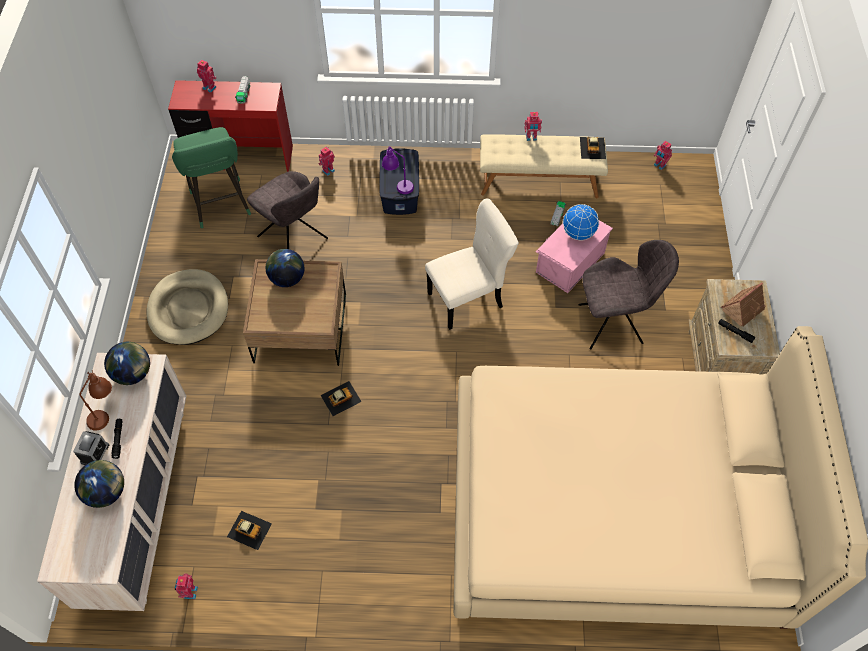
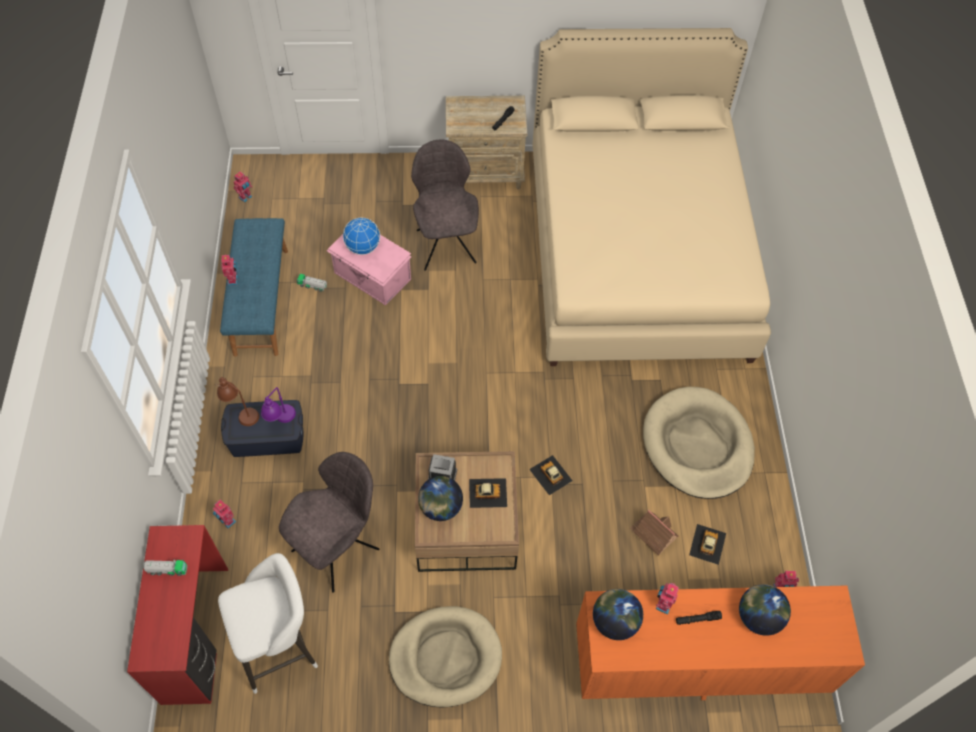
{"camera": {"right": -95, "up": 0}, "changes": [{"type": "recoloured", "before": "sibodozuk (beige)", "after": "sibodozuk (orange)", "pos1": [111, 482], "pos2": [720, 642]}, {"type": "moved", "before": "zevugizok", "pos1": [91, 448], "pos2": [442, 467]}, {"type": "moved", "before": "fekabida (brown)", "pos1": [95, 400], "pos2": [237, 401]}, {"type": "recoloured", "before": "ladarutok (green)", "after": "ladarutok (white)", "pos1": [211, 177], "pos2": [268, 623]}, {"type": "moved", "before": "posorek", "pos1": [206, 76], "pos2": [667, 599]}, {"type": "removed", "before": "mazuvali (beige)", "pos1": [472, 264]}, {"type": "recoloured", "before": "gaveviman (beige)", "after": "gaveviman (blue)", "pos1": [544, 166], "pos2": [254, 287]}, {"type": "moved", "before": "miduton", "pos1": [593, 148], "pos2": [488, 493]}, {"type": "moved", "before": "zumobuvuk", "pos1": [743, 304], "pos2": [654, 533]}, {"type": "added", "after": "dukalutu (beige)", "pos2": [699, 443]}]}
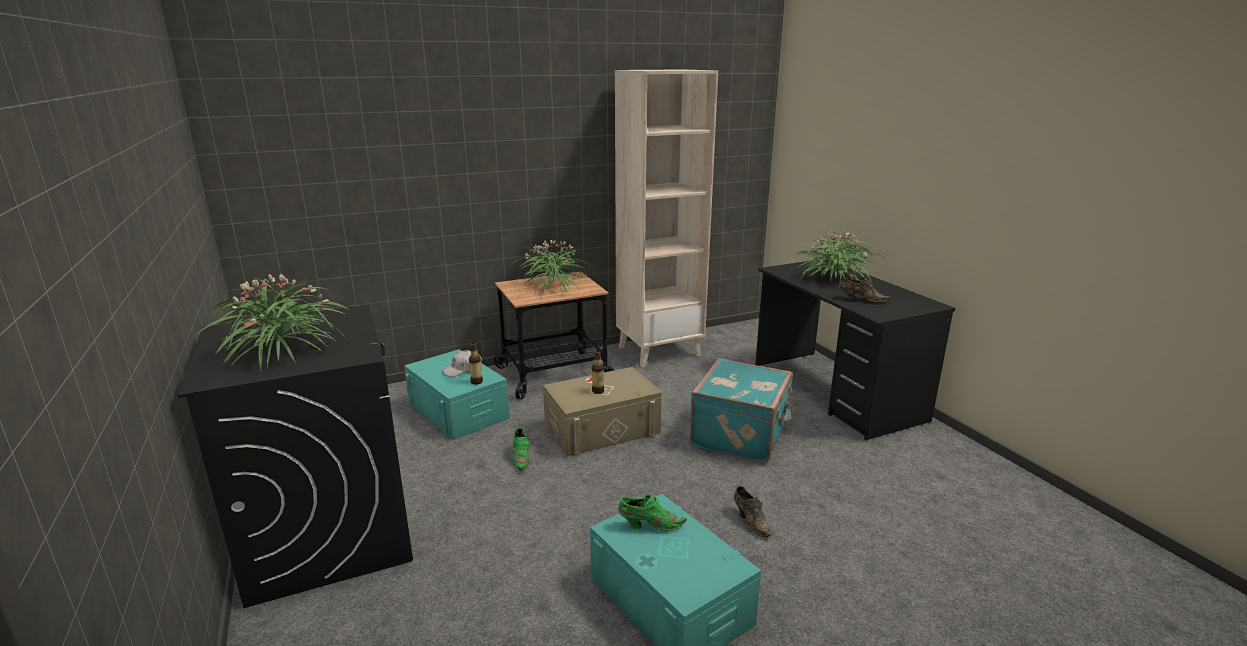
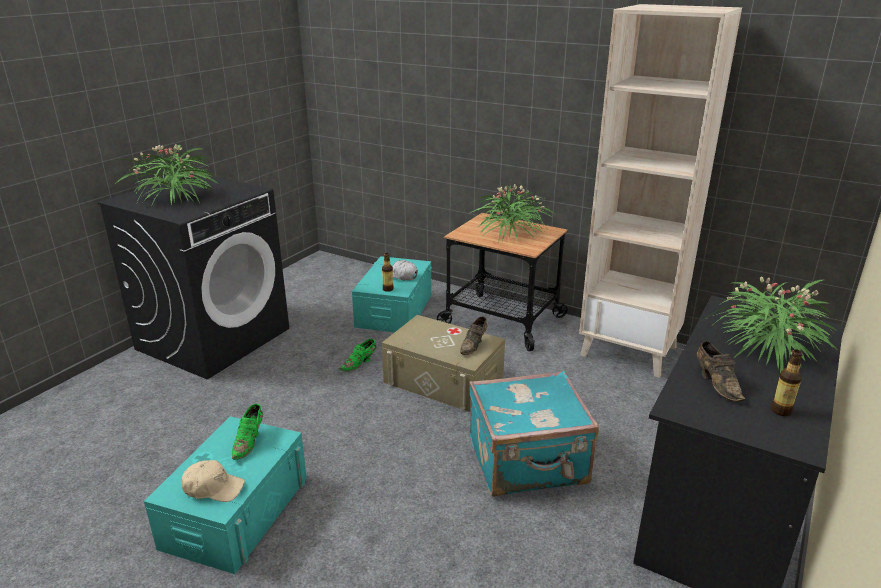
{"camera": {"right": 55, "up": 5}, "changes": [{"type": "moved", "before": "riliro", "pos1": [598, 372], "pos2": [787, 383]}, {"type": "turned", "before": "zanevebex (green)", "pos1": [652, 513], "pos2": [247, 432], "turn": 45}, {"type": "moved", "before": "zanevebex (brown)", "pos1": [752, 511], "pos2": [473, 336]}, {"type": "added", "after": "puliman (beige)", "pos2": [213, 481]}]}
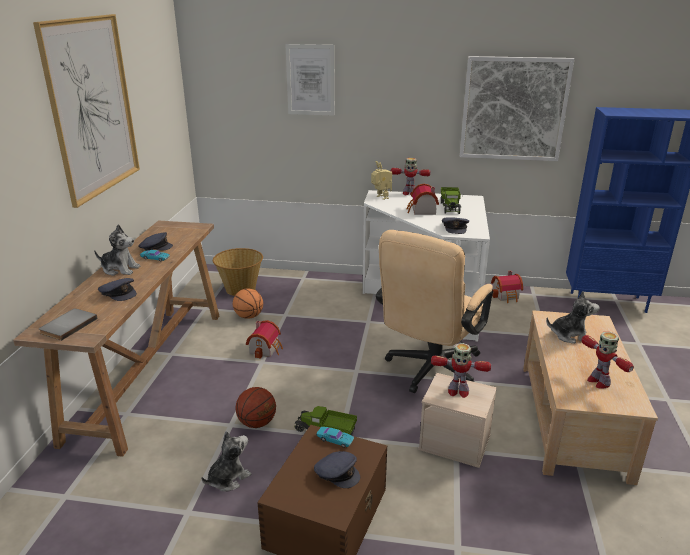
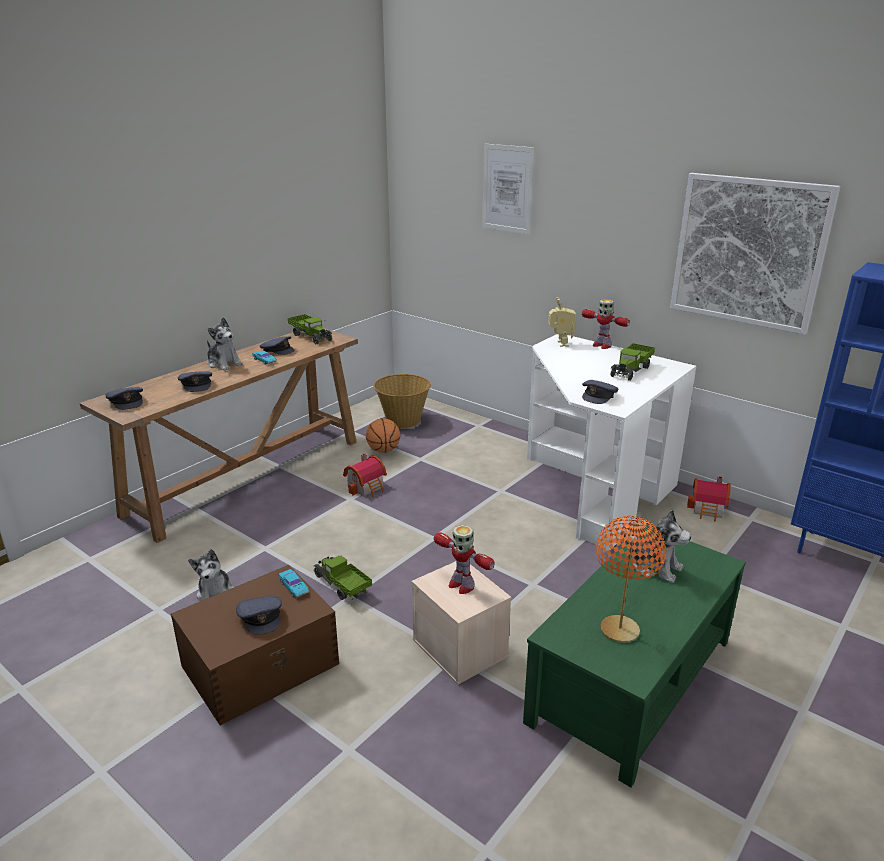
{"camera": {"right": 30, "up": 0}, "changes": [{"type": "removed", "before": "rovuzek", "pos1": [86, 111]}, {"type": "replaced", "before": "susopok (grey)", "after": "puliman (grey)", "pos1": [68, 324], "pos2": [124, 398]}, {"type": "turned", "before": "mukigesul", "pos1": [226, 461], "pos2": [211, 575], "turn": 90}, {"type": "removed", "before": "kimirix", "pos1": [255, 407]}, {"type": "removed", "before": "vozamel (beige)", "pos1": [434, 311]}, {"type": "removed", "before": "zumobuvuk", "pos1": [423, 199]}, {"type": "recoloured", "before": "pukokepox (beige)", "after": "pukokepox (green)", "pos1": [590, 397], "pos2": [634, 656]}, {"type": "replaced", "before": "posorek", "after": "fekabida (orange)", "pos1": [607, 360], "pos2": [631, 579]}, {"type": "added", "after": "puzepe", "pos2": [310, 329]}]}
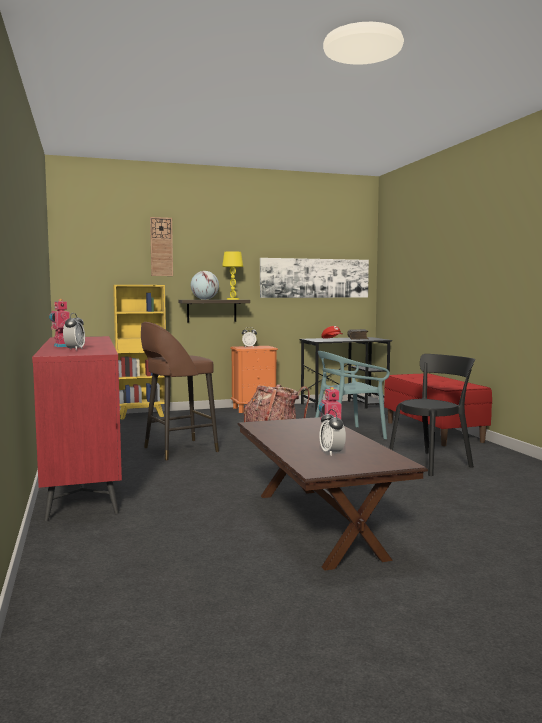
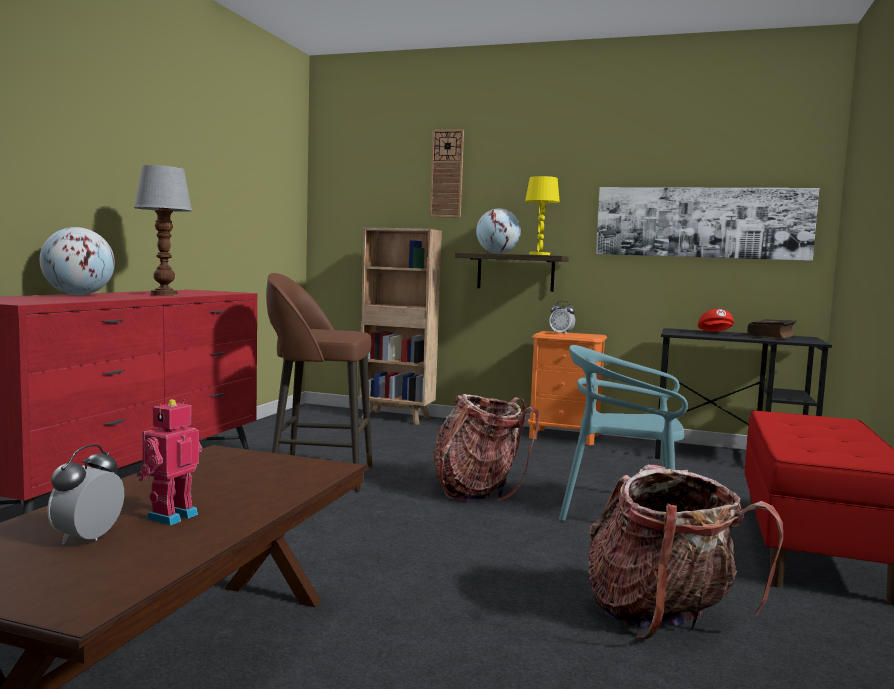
{"camera": {"right": 35, "up": 0}, "changes": [{"type": "replaced", "before": "posorek", "after": "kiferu", "pos1": [59, 323], "pos2": [77, 261]}, {"type": "removed", "before": "zevugizok", "pos1": [74, 331]}, {"type": "recoloured", "before": "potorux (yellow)", "after": "potorux (brown)", "pos1": [139, 352], "pos2": [400, 326]}, {"type": "replaced", "before": "mazuvali (black)", "after": "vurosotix", "pos1": [432, 415], "pos2": [685, 552]}, {"type": "added", "after": "fekabida", "pos2": [163, 230]}]}
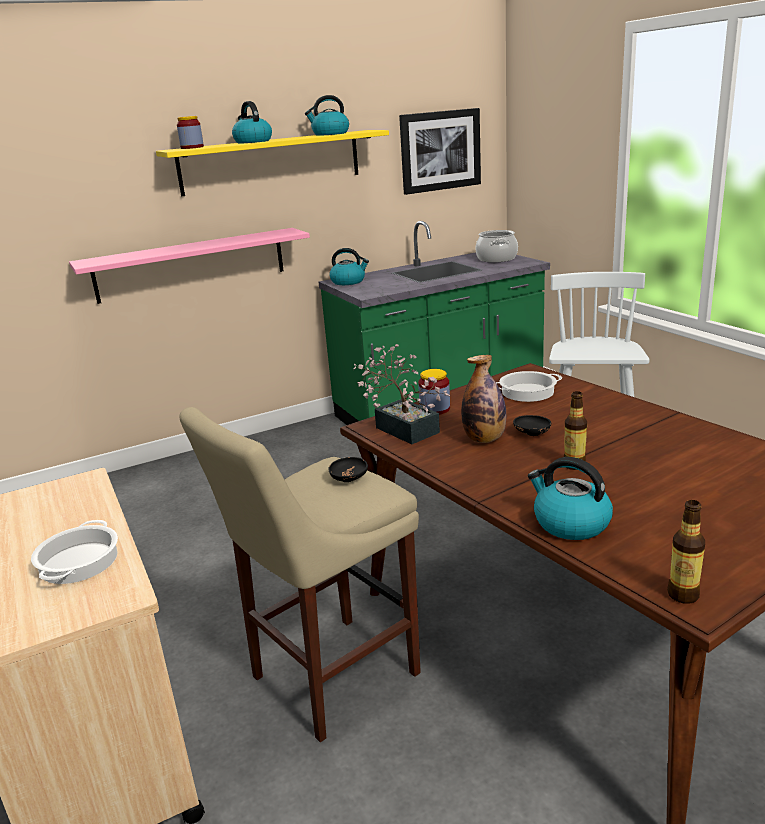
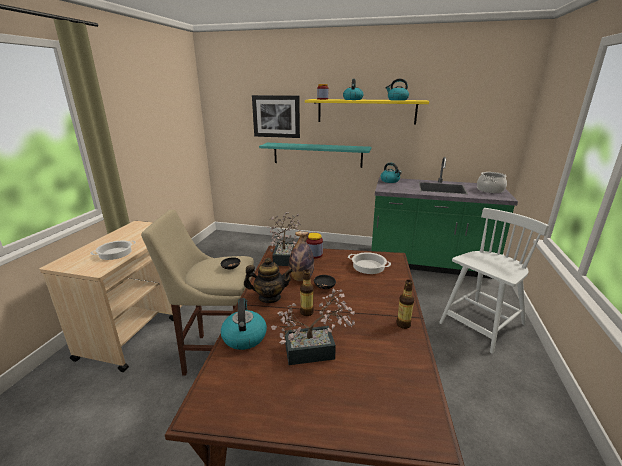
{"camera": {"right": 40, "up": 0}, "changes": [{"type": "recoloured", "before": "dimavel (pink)", "after": "dimavel (turquoise)", "pos1": [189, 266], "pos2": [315, 155]}, {"type": "moved", "before": "rovuzek", "pos1": [440, 151], "pos2": [276, 116]}, {"type": "moved", "before": "riliro", "pos1": [686, 552], "pos2": [405, 304]}, {"type": "added", "after": "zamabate", "pos2": [268, 280]}, {"type": "added", "after": "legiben", "pos2": [313, 327]}]}
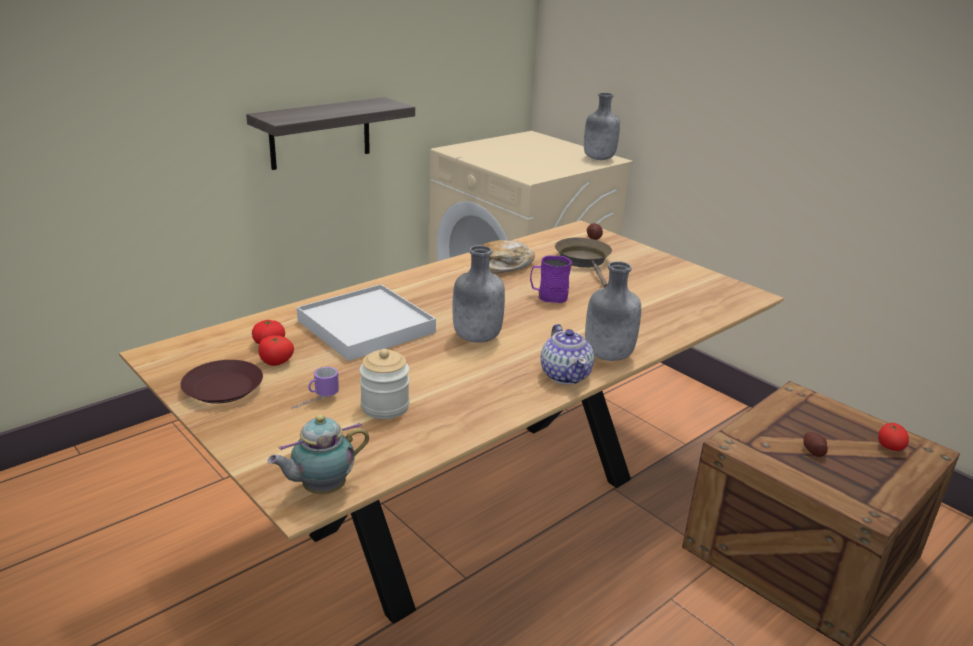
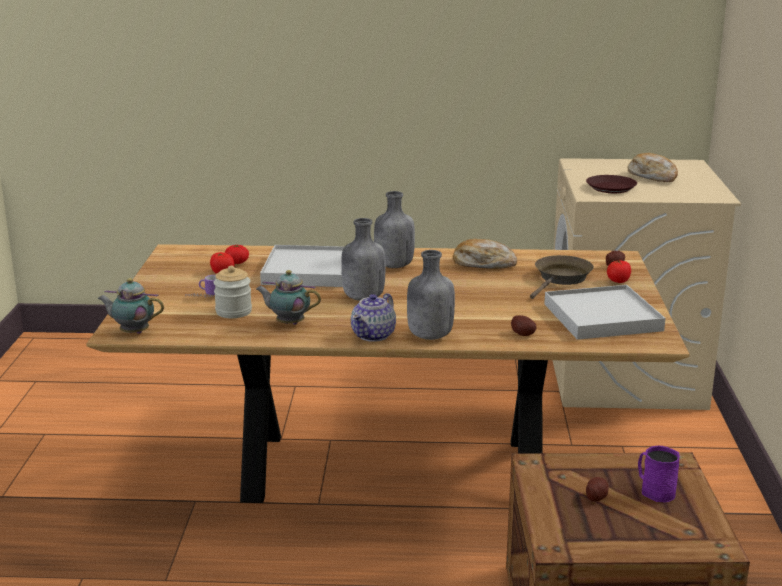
{"camera": {"right": 45, "up": -5}, "changes": [{"type": "moved", "before": "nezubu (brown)", "pos1": [221, 382], "pos2": [611, 184]}, {"type": "removed", "before": "dimavel", "pos1": [330, 133]}, {"type": "moved", "before": "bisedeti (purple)", "pos1": [551, 279], "pos2": [659, 474]}, {"type": "moved", "before": "riliro (grey)", "pos1": [602, 126], "pos2": [394, 229]}, {"type": "moved", "before": "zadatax", "pos1": [893, 437], "pos2": [619, 271]}, {"type": "added", "after": "zamabate", "pos2": [288, 297]}, {"type": "added", "after": "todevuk", "pos2": [523, 325]}, {"type": "added", "after": "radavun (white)", "pos2": [605, 312]}, {"type": "added", "after": "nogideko", "pos2": [653, 167]}]}
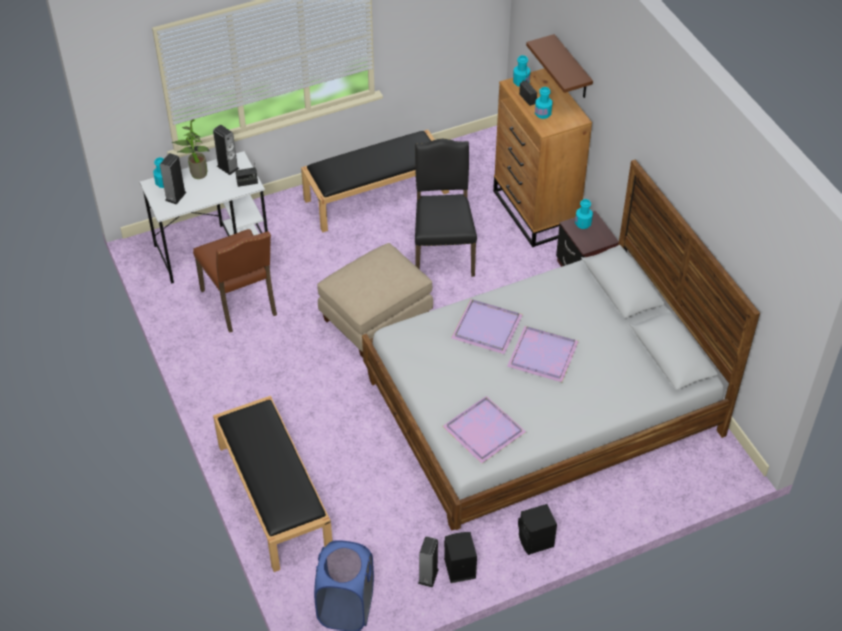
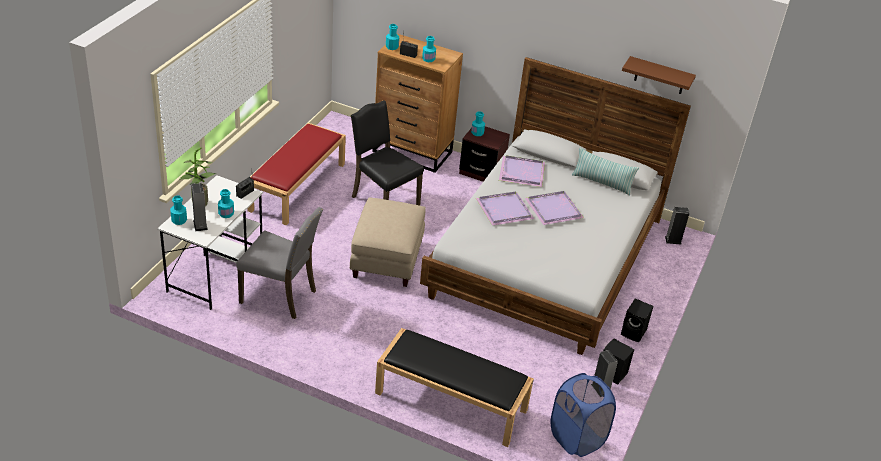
{"camera": {"right": -45, "up": -10}, "changes": [{"type": "recoloured", "before": "mazuvali (brown)", "after": "mazuvali (grey)", "pos1": [235, 281], "pos2": [279, 263]}, {"type": "moved", "before": "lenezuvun", "pos1": [226, 150], "pos2": [677, 226]}, {"type": "recoloured", "before": "gaveviman (black)", "after": "gaveviman (red)", "pos1": [375, 181], "pos2": [296, 174]}, {"type": "moved", "before": "radavun (purple)", "pos1": [484, 430], "pos2": [522, 171]}, {"type": "moved", "before": "dimavel (brown)", "pos1": [559, 66], "pos2": [659, 75]}, {"type": "added", "after": "riliro (turquoise)", "pos2": [226, 203]}, {"type": "added", "after": "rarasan", "pos2": [605, 172]}]}
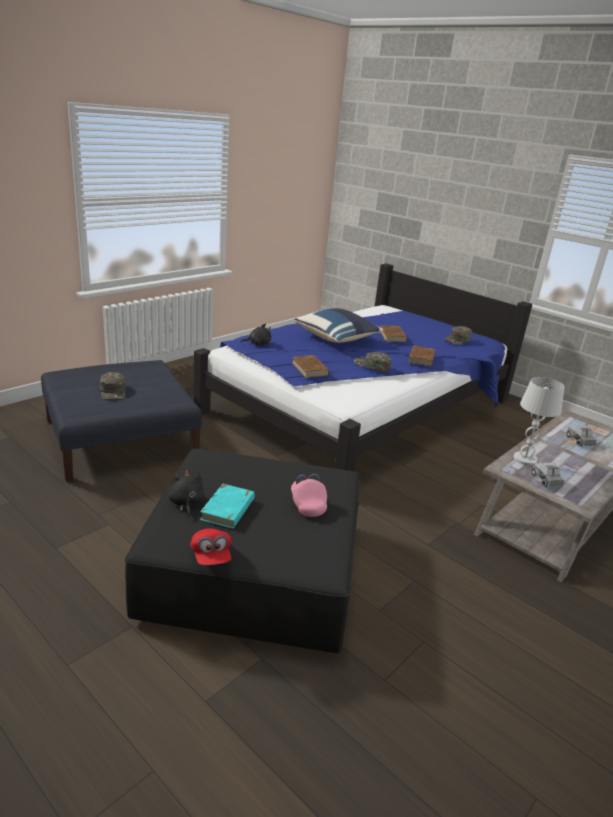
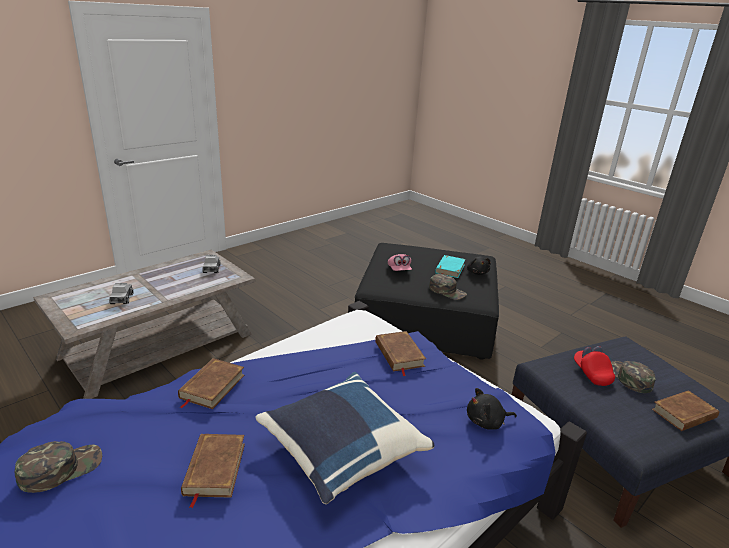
{"camera": {"right": -175, "up": 0}, "changes": [{"type": "moved", "before": "puliman (red)", "pos1": [210, 546], "pos2": [594, 366]}, {"type": "moved", "before": "puliman (green)", "pos1": [373, 361], "pos2": [448, 287]}, {"type": "removed", "before": "fekabida (white)", "pos1": [539, 421]}, {"type": "added", "after": "susopok (brown)", "pos2": [685, 410]}]}
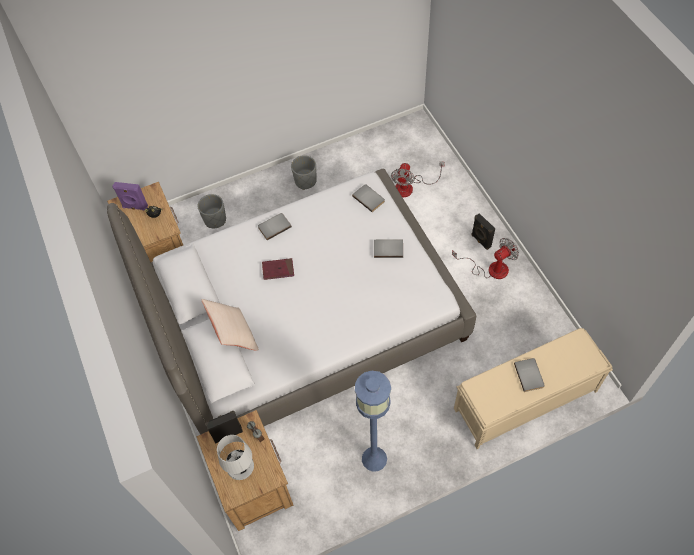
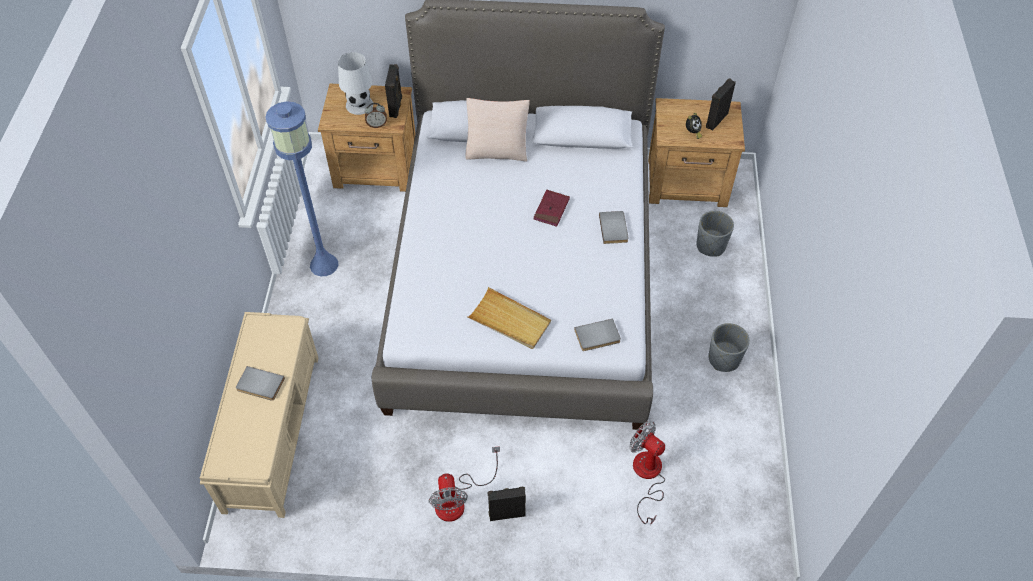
{"camera": {"right": 115, "up": -5}, "changes": [{"type": "recoloured", "before": "lenezuvun (purple)", "after": "lenezuvun (black)", "pos1": [130, 196], "pos2": [721, 104]}, {"type": "replaced", "before": "susopok (grey)", "after": "radavun (beige)", "pos1": [388, 248], "pos2": [509, 318]}]}
